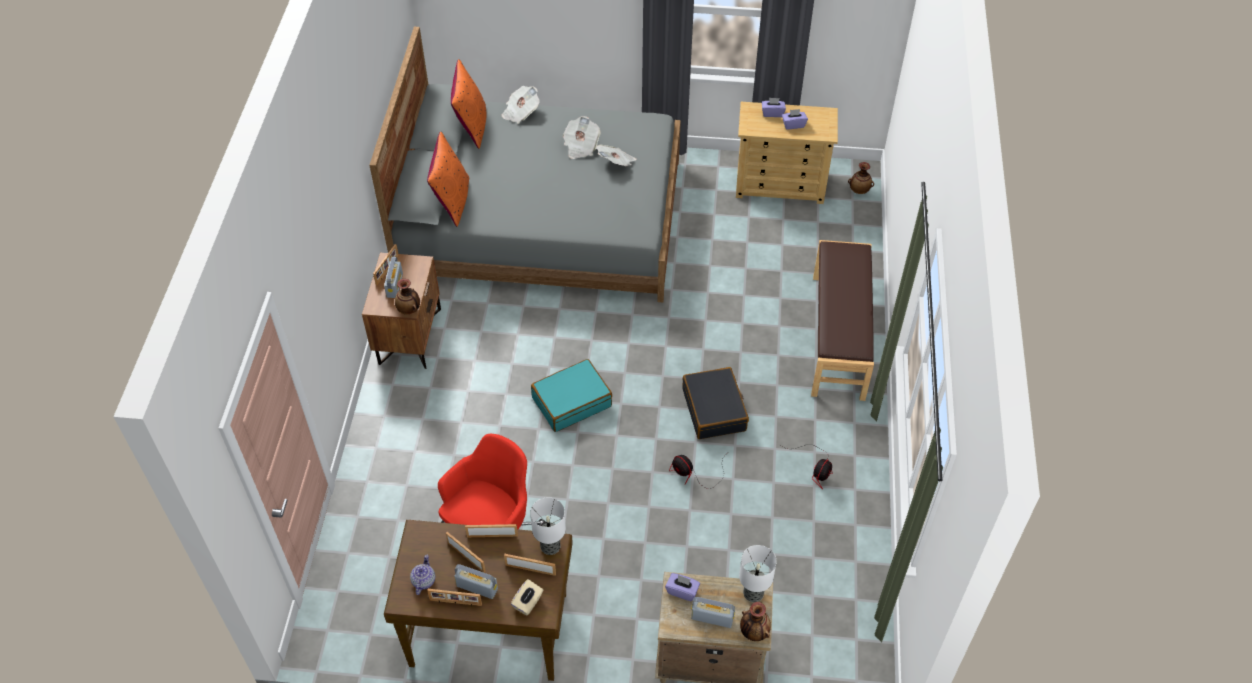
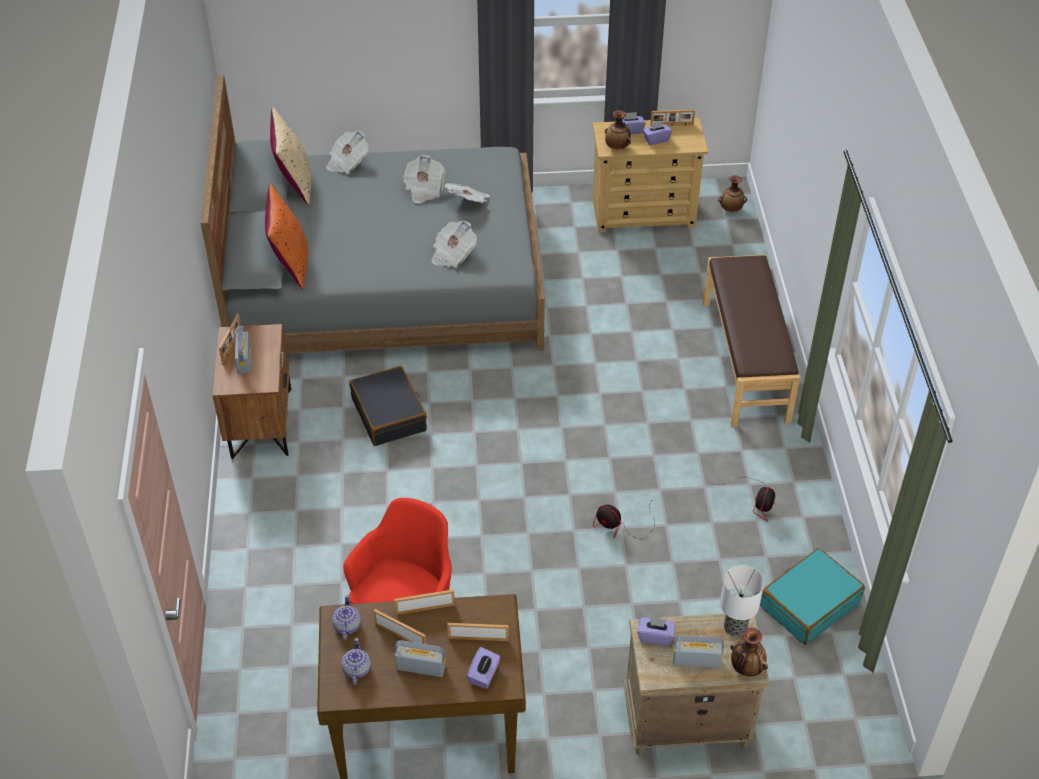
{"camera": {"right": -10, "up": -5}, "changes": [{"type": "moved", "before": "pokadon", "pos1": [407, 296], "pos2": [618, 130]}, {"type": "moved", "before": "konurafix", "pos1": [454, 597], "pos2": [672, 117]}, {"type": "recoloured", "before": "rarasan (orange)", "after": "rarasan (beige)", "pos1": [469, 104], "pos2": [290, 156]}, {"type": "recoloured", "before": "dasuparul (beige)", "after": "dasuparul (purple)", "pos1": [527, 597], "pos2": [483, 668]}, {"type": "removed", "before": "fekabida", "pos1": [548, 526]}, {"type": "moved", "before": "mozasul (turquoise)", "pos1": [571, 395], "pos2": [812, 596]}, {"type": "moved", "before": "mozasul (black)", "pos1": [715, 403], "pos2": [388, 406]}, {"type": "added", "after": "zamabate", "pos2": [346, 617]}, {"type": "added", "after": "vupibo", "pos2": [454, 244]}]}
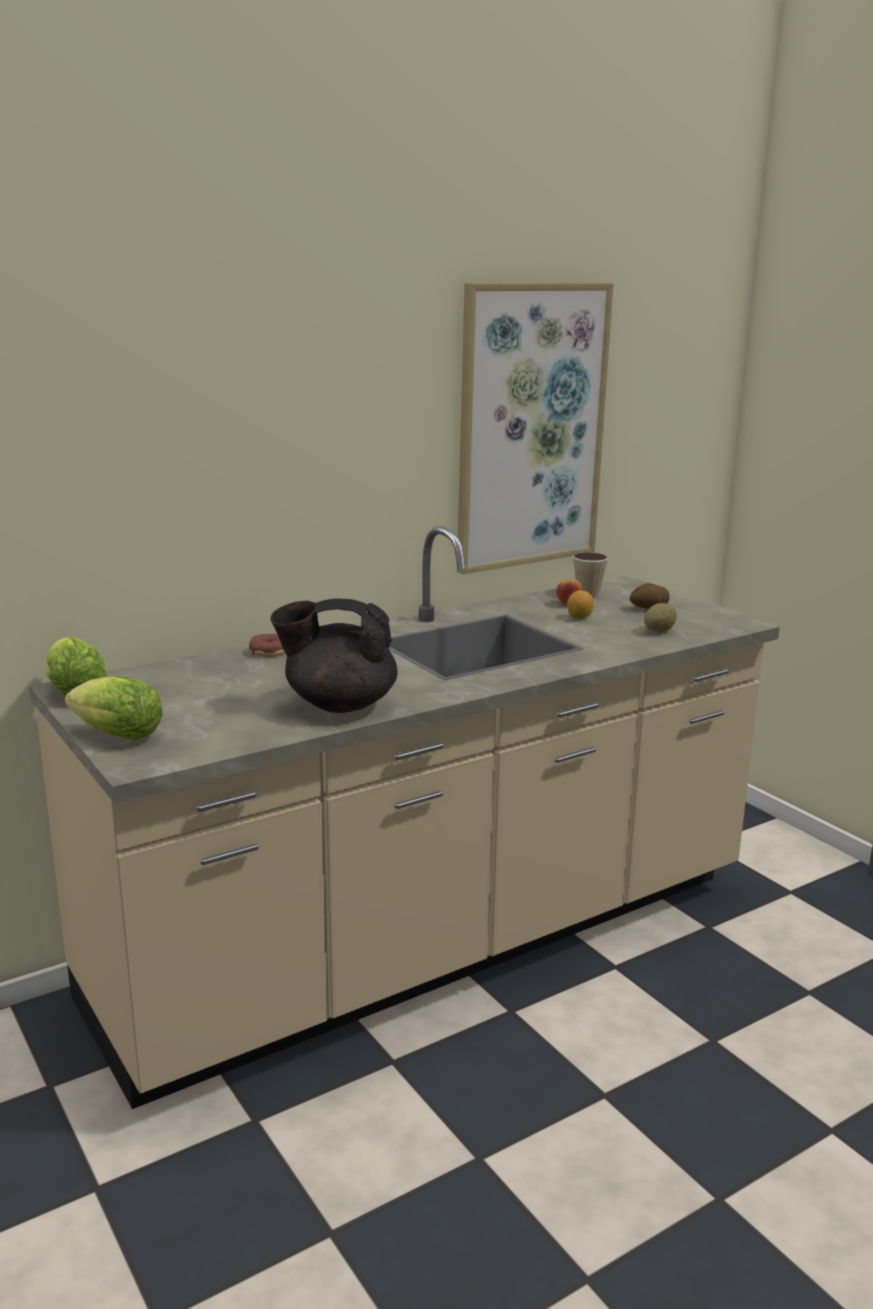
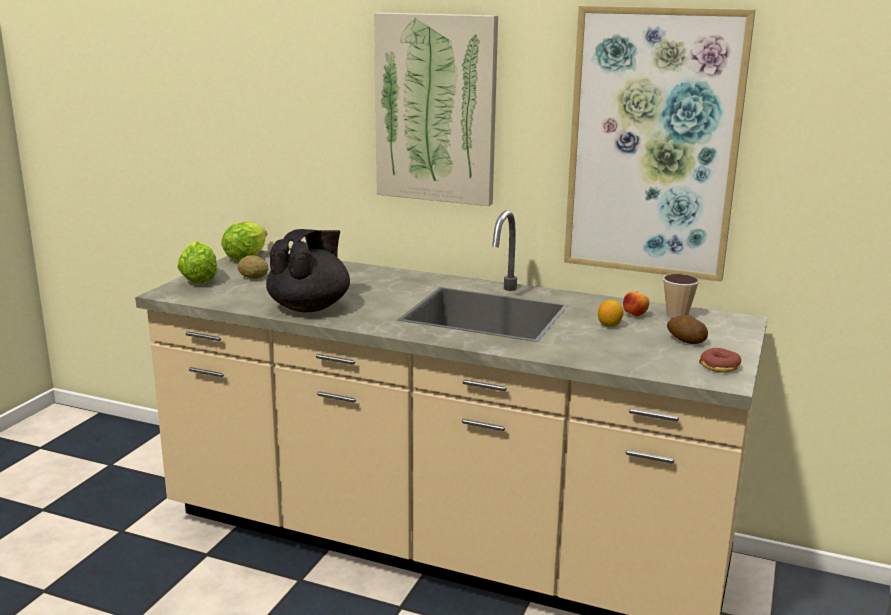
{"camera": {"right": 55, "up": 0}, "changes": [{"type": "moved", "before": "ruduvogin", "pos1": [267, 645], "pos2": [720, 360]}, {"type": "turned", "before": "zamabate (black)", "pos1": [334, 655], "pos2": [308, 270], "turn": 60}, {"type": "moved", "before": "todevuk", "pos1": [660, 617], "pos2": [253, 267]}, {"type": "added", "after": "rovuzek", "pos2": [436, 109]}]}
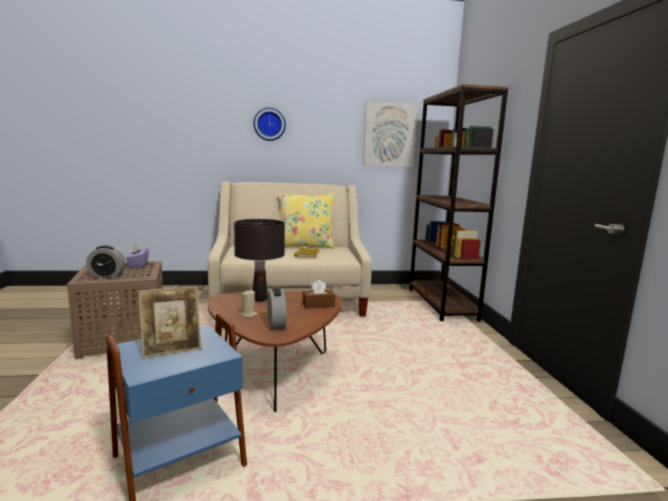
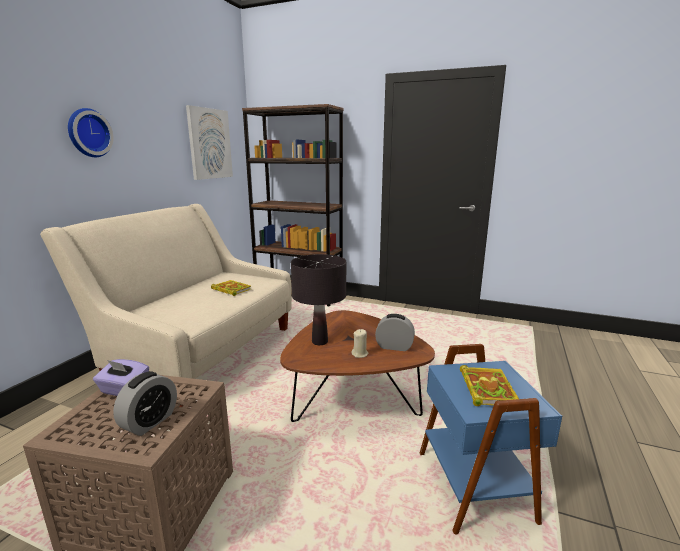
{"camera": {"right": -60, "up": 5}, "changes": [{"type": "replaced", "before": "konurafix", "after": "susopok", "pos1": [170, 322], "pos2": [489, 385]}, {"type": "removed", "before": "rarasan (yellow)", "pos1": [306, 220]}, {"type": "removed", "before": "dasuparul (brown)", "pos1": [319, 294]}]}
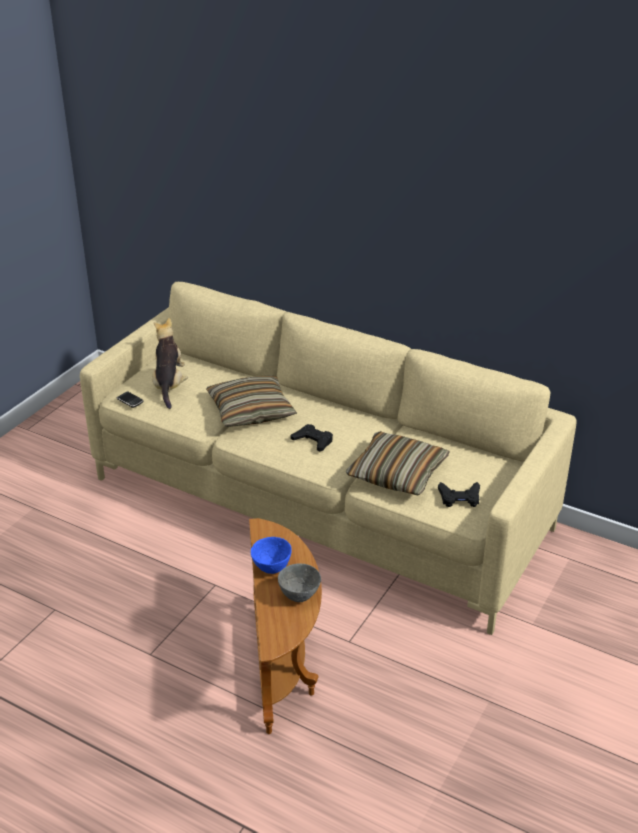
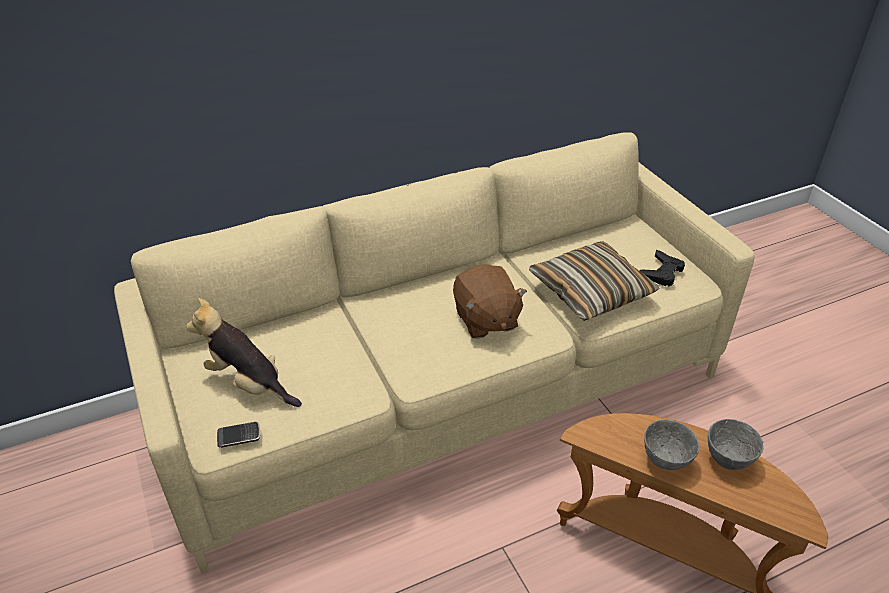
{"camera": {"right": -55, "up": 5}, "changes": [{"type": "removed", "before": "rarasan", "pos1": [251, 401]}, {"type": "recoloured", "before": "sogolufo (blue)", "after": "sogolufo (grey)", "pos1": [271, 555], "pos2": [671, 444]}, {"type": "replaced", "before": "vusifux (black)", "after": "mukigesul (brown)", "pos1": [312, 438], "pos2": [490, 301]}]}
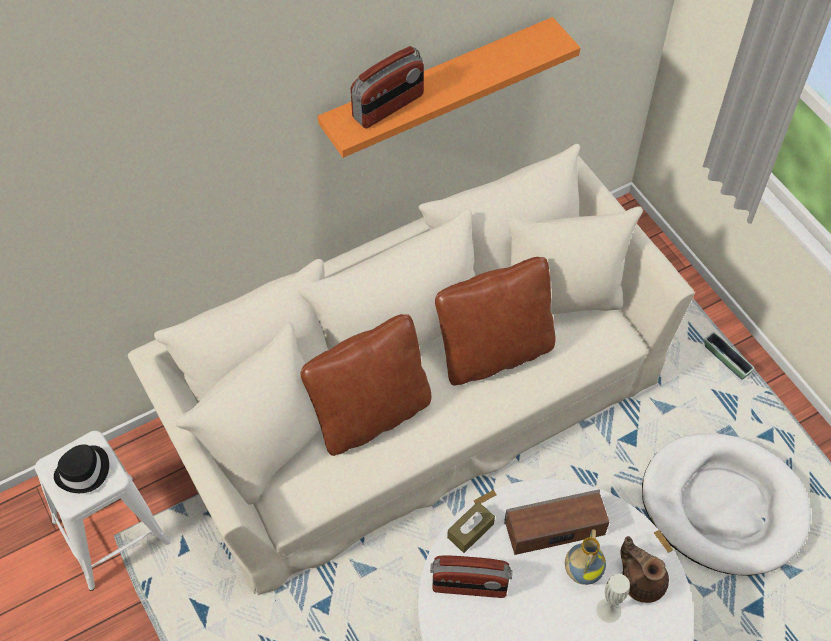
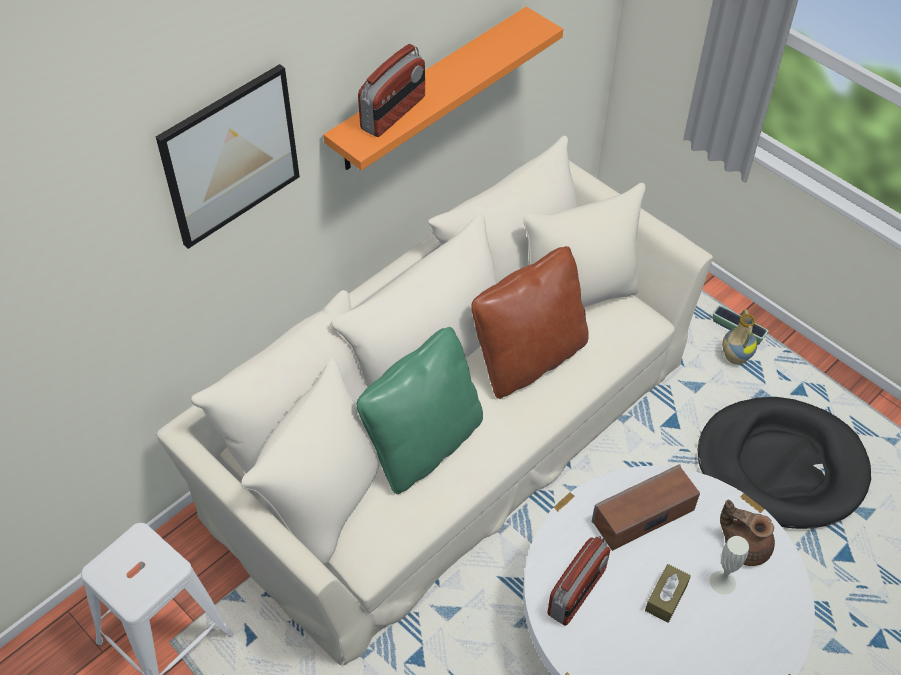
{"camera": {"right": -15, "up": -5}, "changes": [{"type": "removed", "before": "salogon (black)", "pos1": [81, 468]}, {"type": "recoloured", "before": "rarasan (brown)", "after": "rarasan (green)", "pos1": [365, 385], "pos2": [420, 410]}, {"type": "turned", "before": "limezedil", "pos1": [471, 577], "pos2": [578, 581], "turn": -45}, {"type": "moved", "before": "dasuparul (brown)", "pos1": [471, 527], "pos2": [668, 593]}, {"type": "moved", "before": "pokadon", "pos1": [585, 557], "pos2": [739, 336]}, {"type": "recoloured", "before": "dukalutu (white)", "after": "dukalutu (black)", "pos1": [726, 504], "pos2": [784, 463]}, {"type": "added", "after": "rovuzek", "pos2": [228, 156]}]}
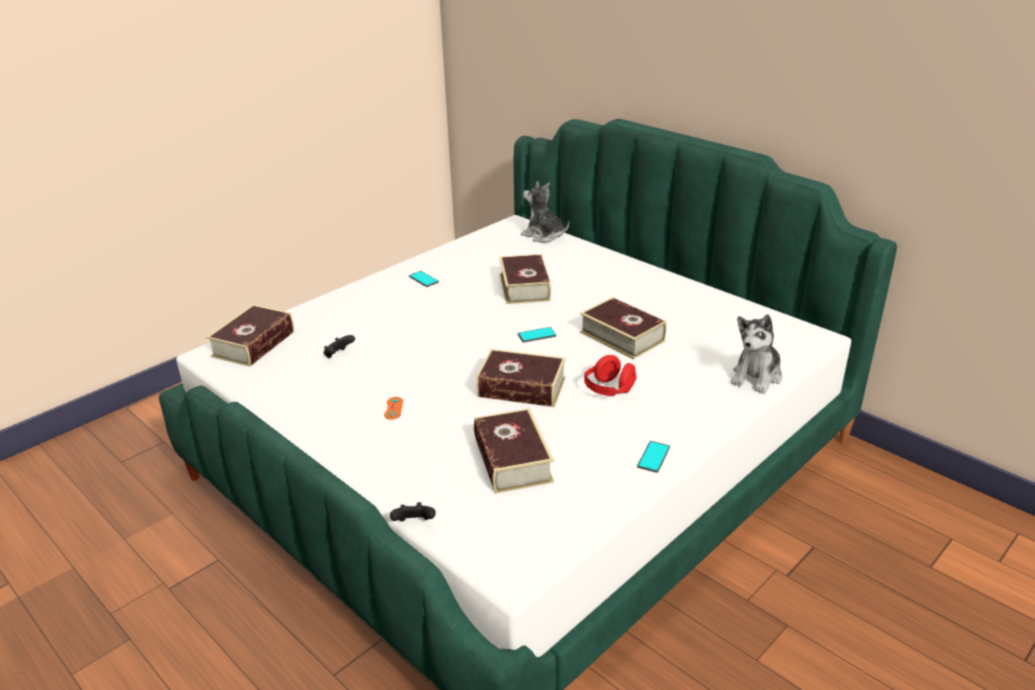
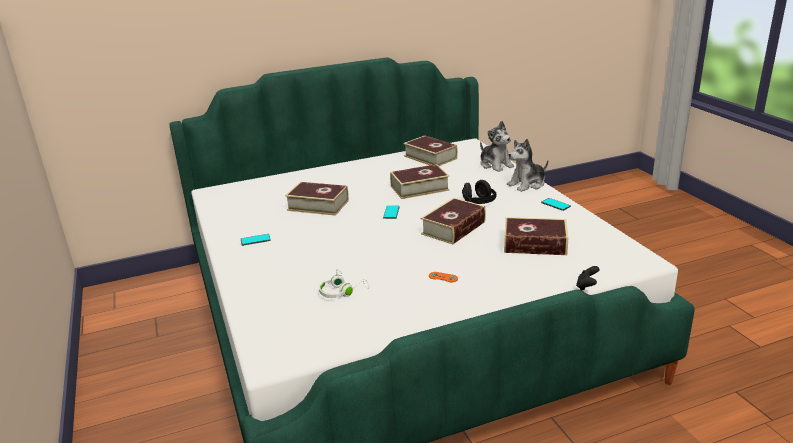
{"camera": {"right": -65, "up": -5}, "changes": [{"type": "moved", "before": "susopok", "pos1": [250, 335], "pos2": [430, 151]}, {"type": "replaced", "before": "vusifux (black)", "after": "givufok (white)", "pos1": [339, 346], "pos2": [344, 283]}, {"type": "moved", "before": "mukigesul", "pos1": [545, 212], "pos2": [527, 165]}, {"type": "recoloured", "before": "givufok (red)", "after": "givufok (black)", "pos1": [610, 375], "pos2": [479, 192]}]}
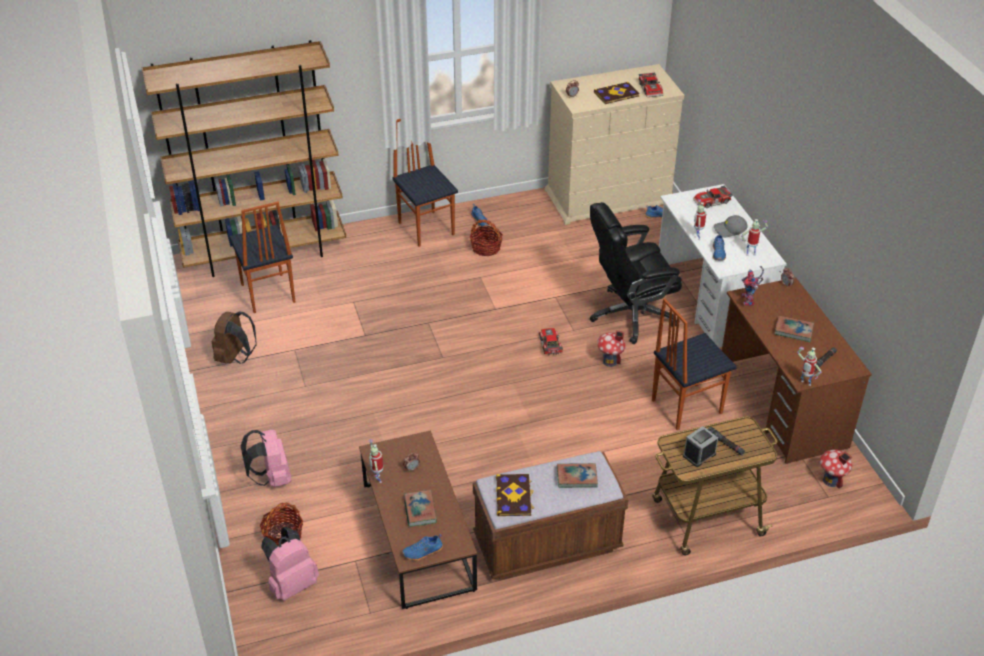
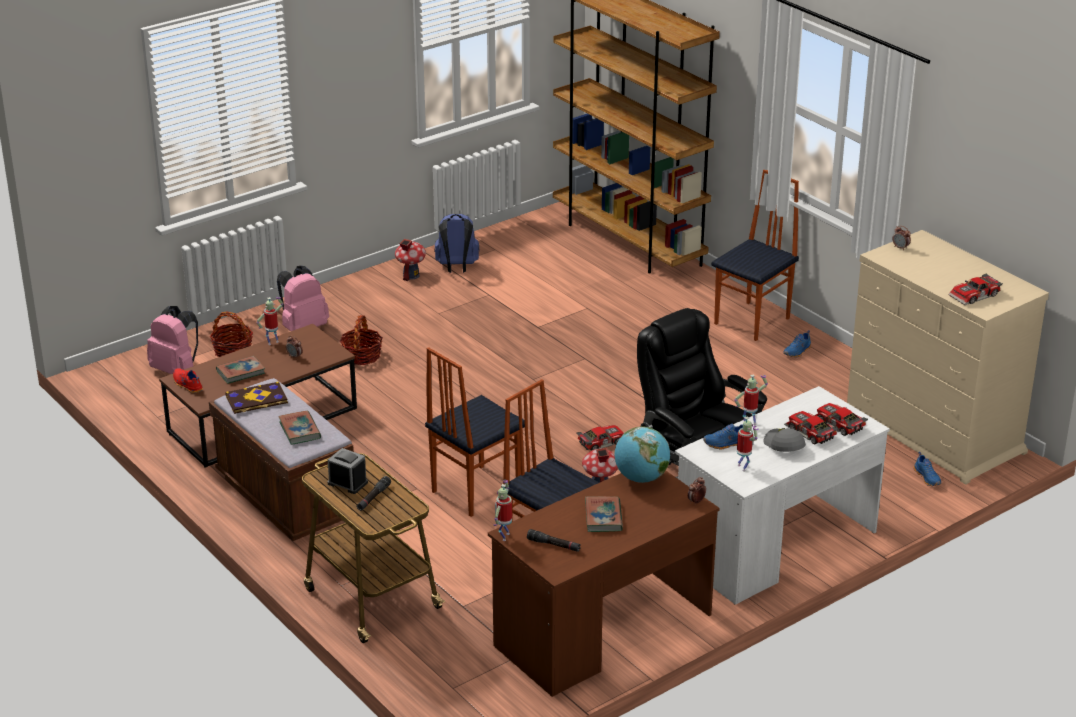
{"camera": {"right": 70, "up": -10}, "changes": [{"type": "recoloured", "before": "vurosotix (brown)", "after": "vurosotix (blue)", "pos1": [234, 338], "pos2": [456, 243]}, {"type": "moved", "before": "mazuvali", "pos1": [262, 257], "pos2": [475, 432]}, {"type": "recoloured", "before": "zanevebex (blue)", "after": "zanevebex (red)", "pos1": [422, 547], "pos2": [188, 380]}, {"type": "moved", "before": "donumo", "pos1": [486, 237], "pos2": [361, 340]}, {"type": "removed", "before": "susopok", "pos1": [617, 93]}, {"type": "replaced", "before": "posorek", "after": "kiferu", "pos1": [753, 286], "pos2": [642, 455]}, {"type": "moved", "before": "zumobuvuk", "pos1": [836, 469], "pos2": [410, 260]}, {"type": "added", "after": "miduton", "pos2": [811, 427]}]}
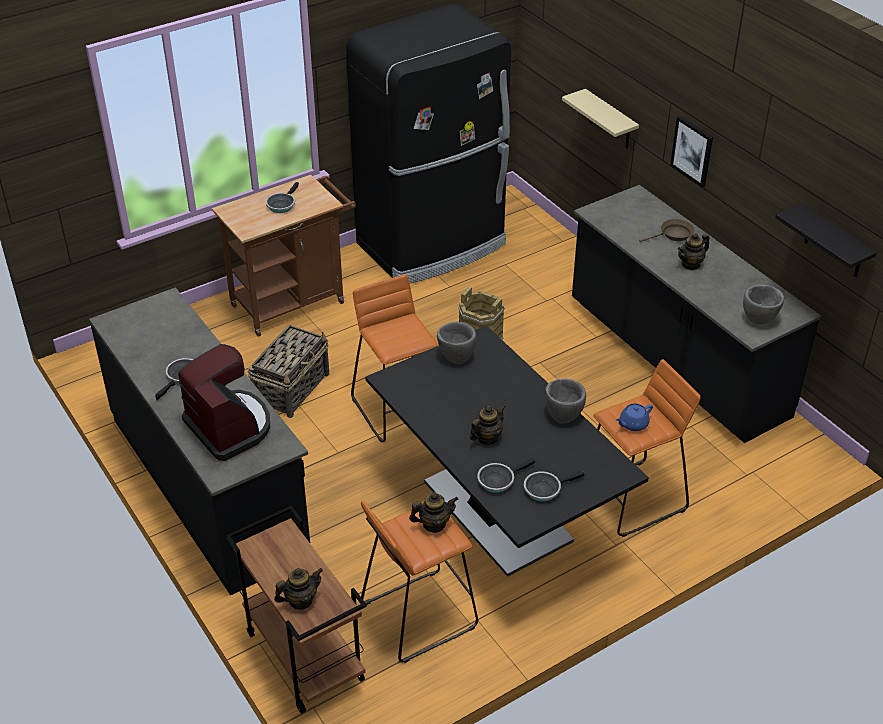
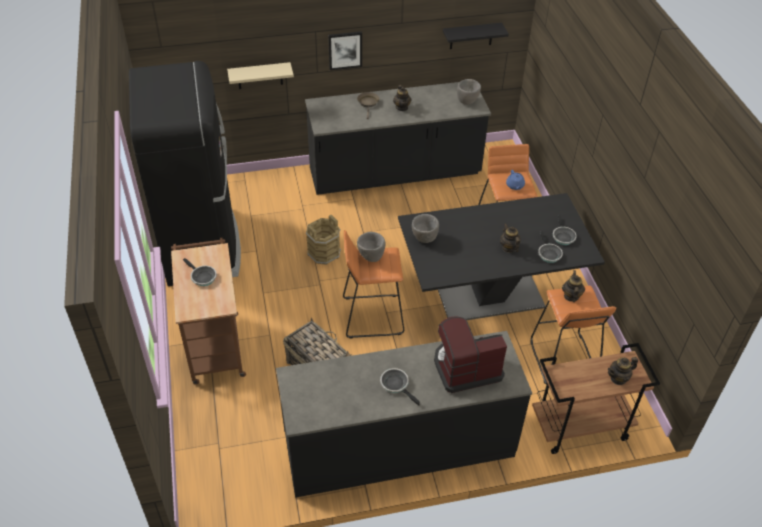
{"camera": {"right": -70, "up": 5}, "changes": [{"type": "turned", "before": "zamabate", "pos1": [298, 588], "pos2": [623, 371], "turn": -105}, {"type": "moved", "before": "sogolufo (grey)", "pos1": [565, 401], "pos2": [371, 247]}]}
